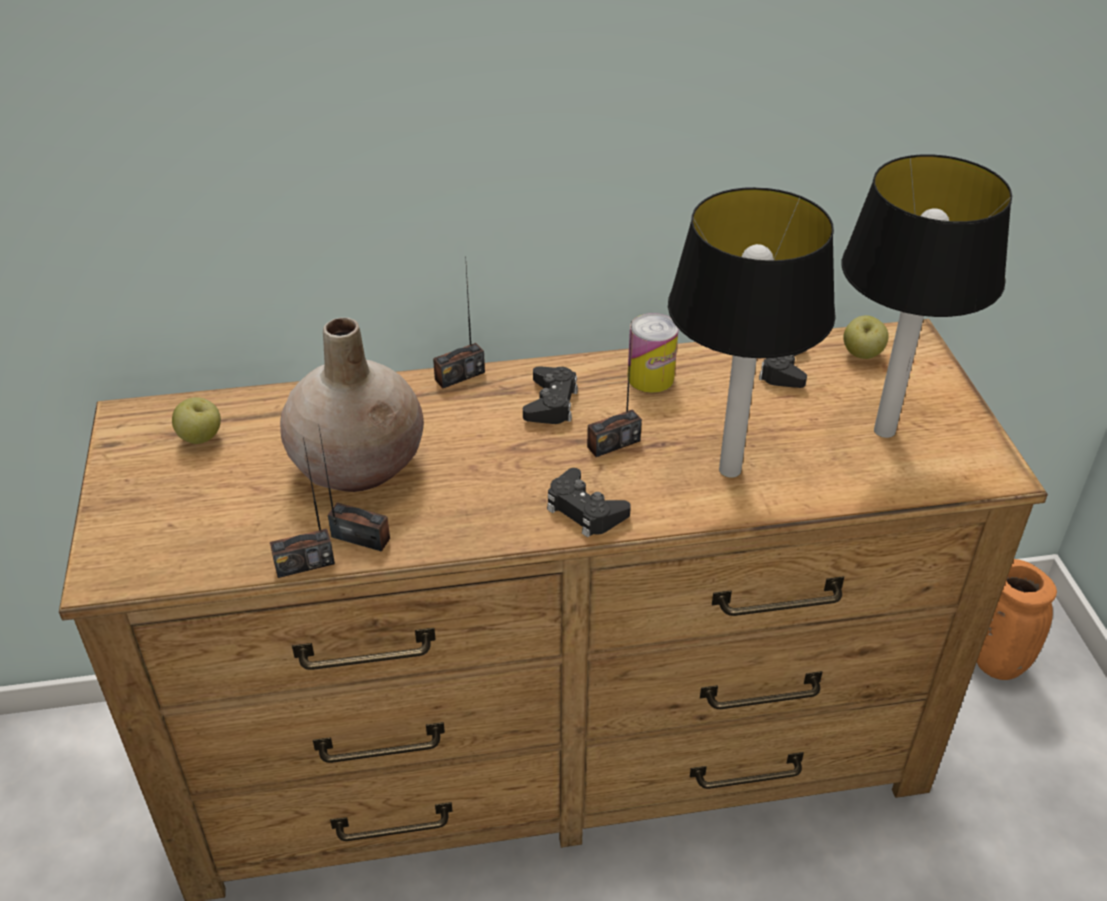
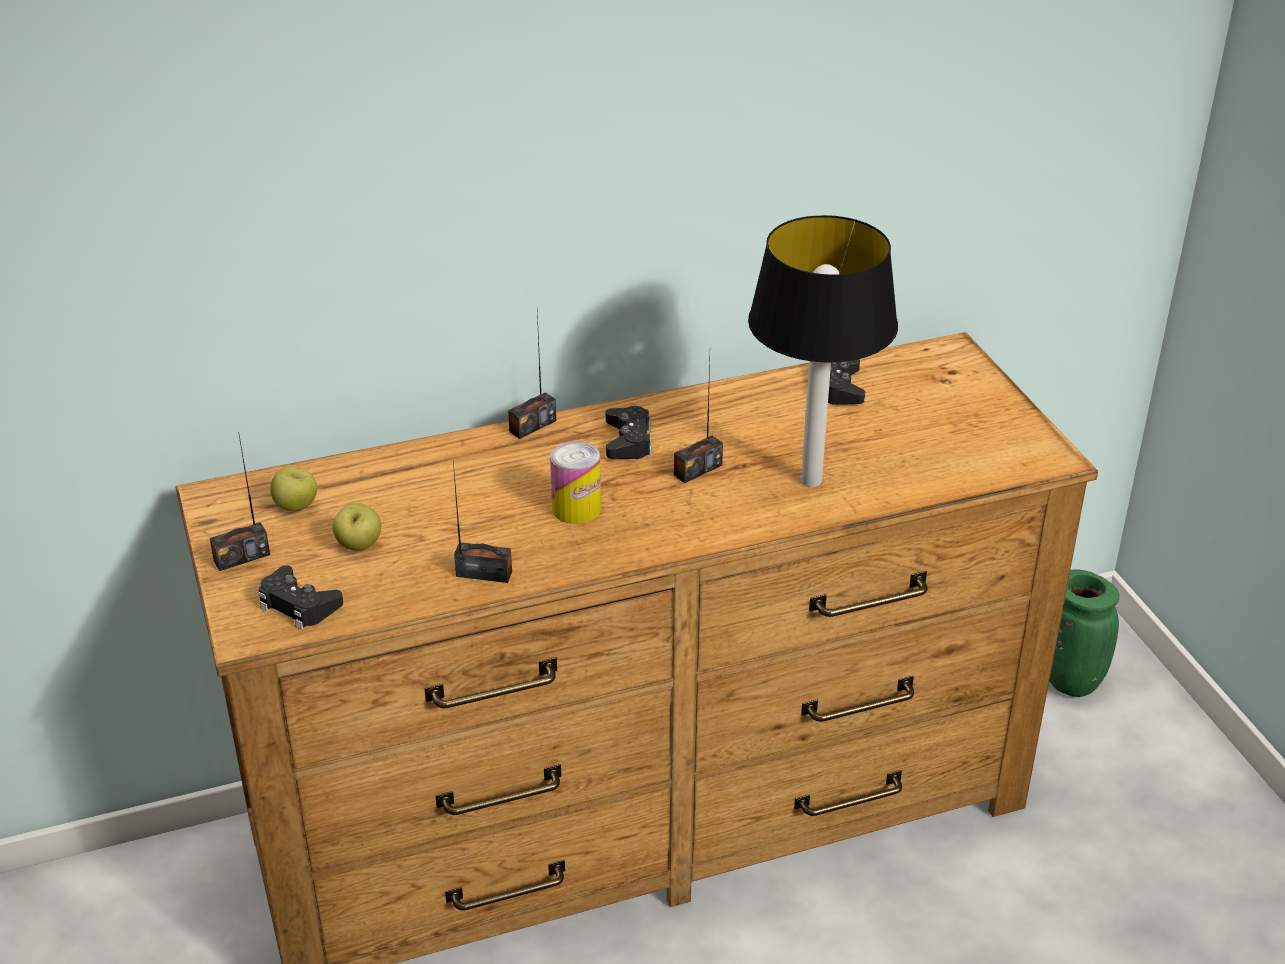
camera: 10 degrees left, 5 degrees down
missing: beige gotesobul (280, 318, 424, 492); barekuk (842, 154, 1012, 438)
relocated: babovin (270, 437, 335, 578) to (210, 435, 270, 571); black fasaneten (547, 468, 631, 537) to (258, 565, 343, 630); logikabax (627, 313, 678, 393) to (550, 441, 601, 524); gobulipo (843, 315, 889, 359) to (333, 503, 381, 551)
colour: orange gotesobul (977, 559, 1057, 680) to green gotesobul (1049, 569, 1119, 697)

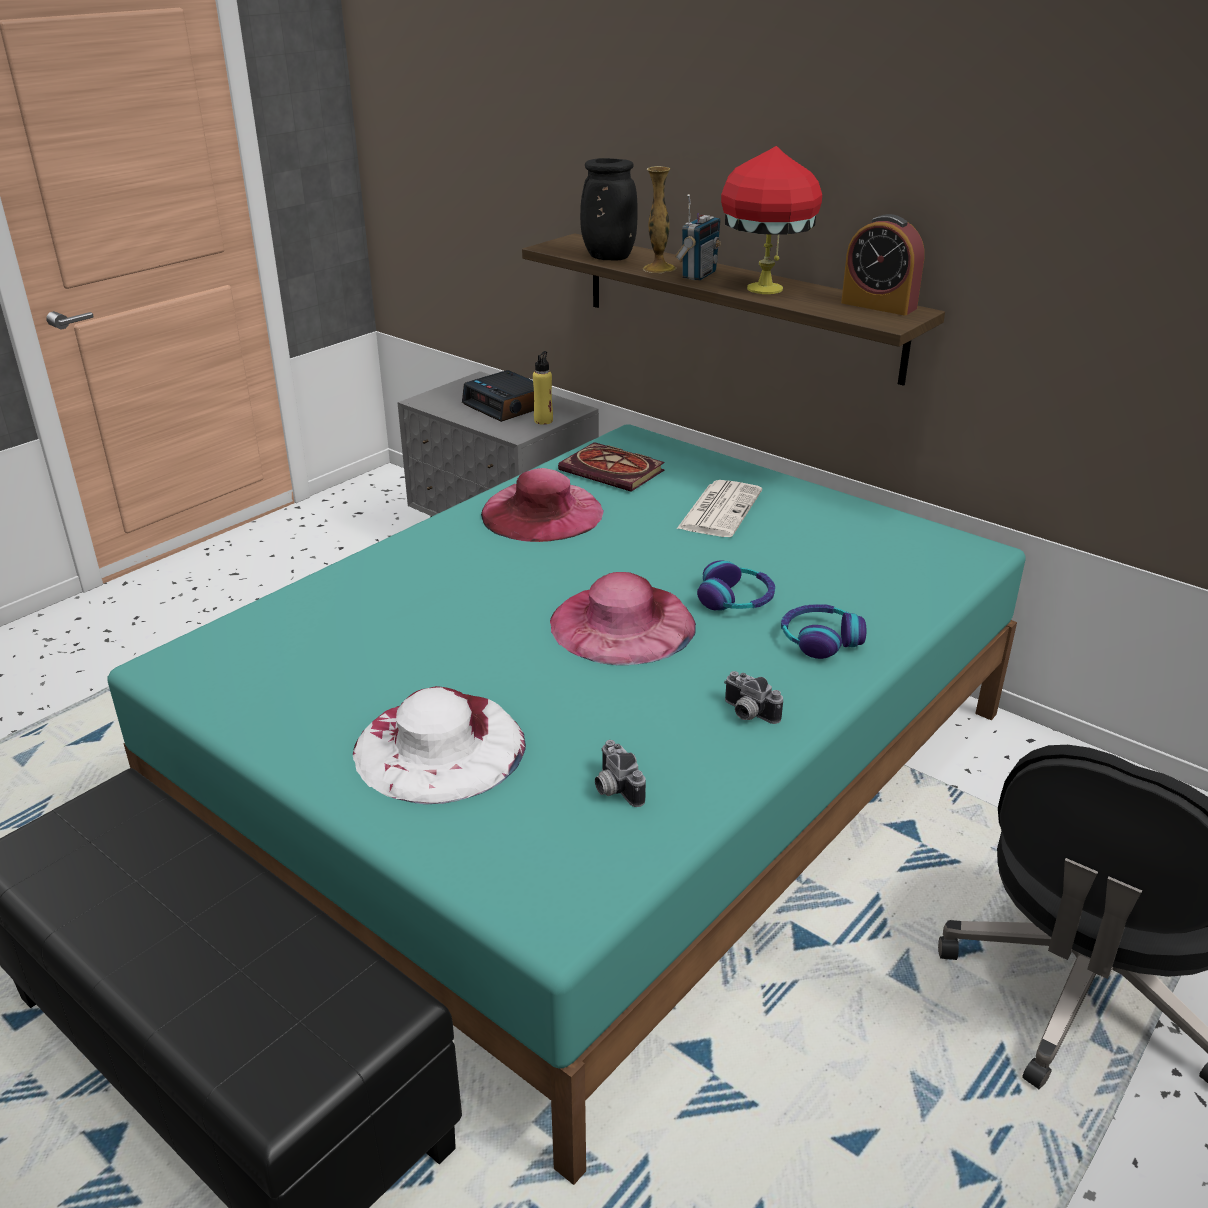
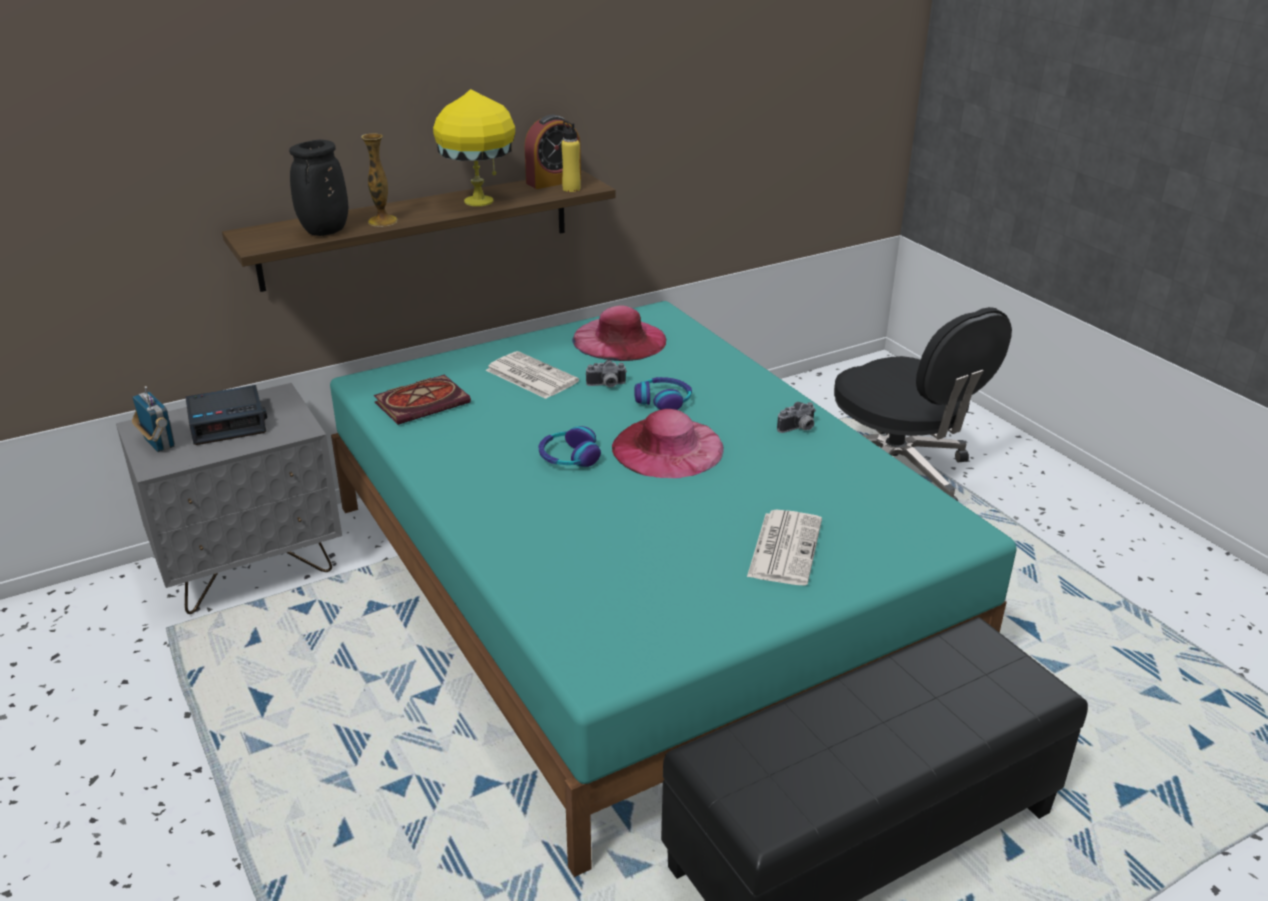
camera: 70 degrees left, 0 degrees up
relocated: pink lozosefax (481, 468, 604, 542) to (572, 305, 666, 361); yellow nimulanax (533, 351, 553, 425) to (561, 121, 581, 192); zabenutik (595, 740, 646, 807) to (586, 360, 627, 387); babovin (675, 194, 721, 280) to (132, 386, 175, 452); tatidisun (781, 604, 866, 659) to (538, 426, 601, 467)
exchanged: white lozosefax (353, 686, 526, 804) to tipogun (747, 509, 822, 585)
colour: red barekuk (721, 146, 822, 294) to yellow barekuk (433, 89, 515, 206)

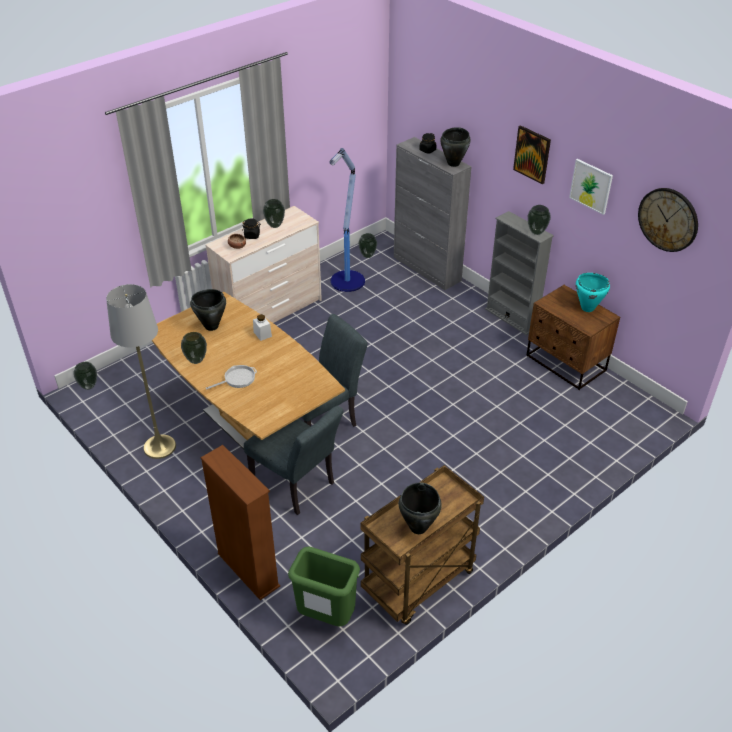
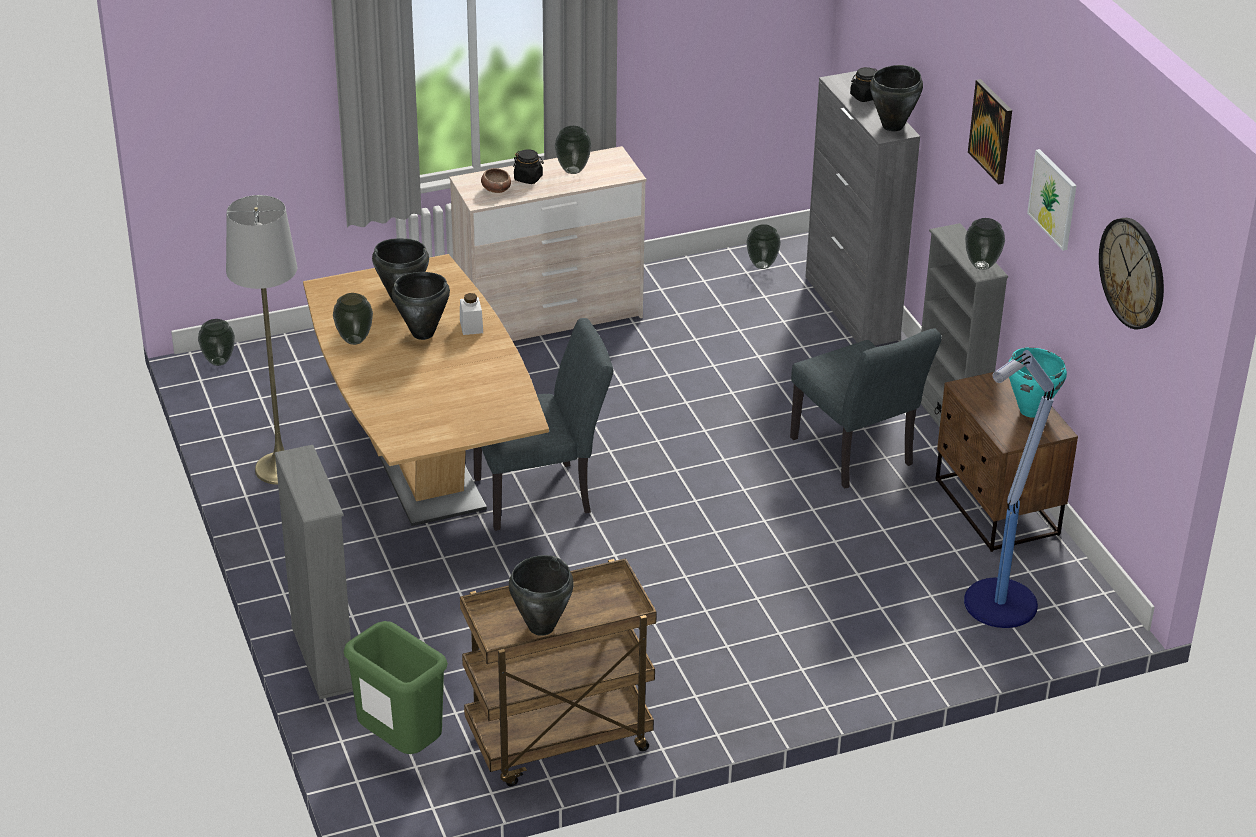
camera: 20 degrees right, 5 degrees down
missing: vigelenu (206, 365, 257, 390)
appeared: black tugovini (392, 272, 450, 340)
relocated: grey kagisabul (244, 405, 344, 515) to (790, 328, 942, 488); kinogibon (329, 148, 365, 292) to (964, 350, 1054, 628)
colour: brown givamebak (200, 445, 280, 600) to grey givamebak (275, 445, 353, 699)

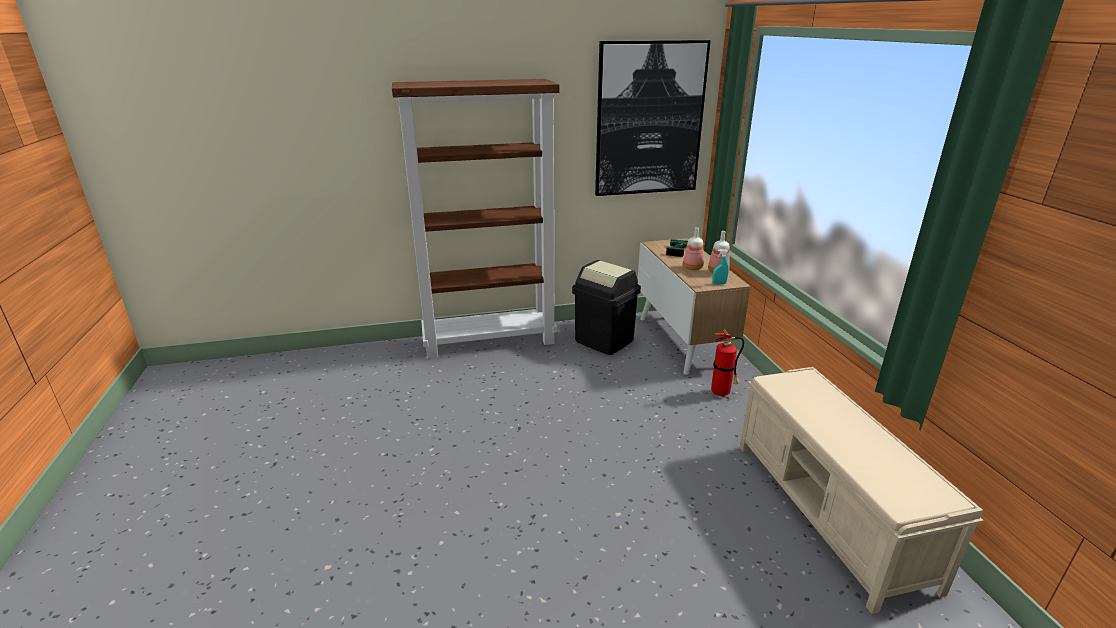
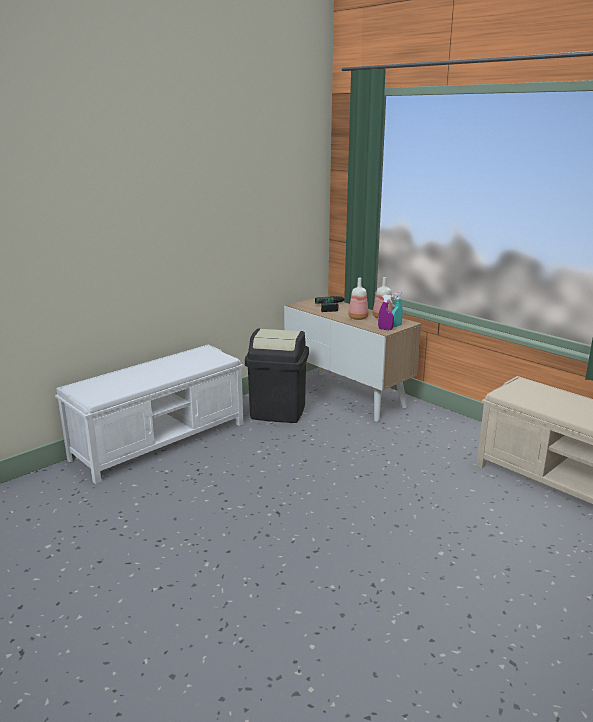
camera: 30 degrees left, 5 degrees down
missing: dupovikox (595, 40, 711, 196); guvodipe (711, 329, 744, 397)
appeared: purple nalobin (378, 295, 394, 330)
exchanged: brown givamebak (392, 79, 559, 359) to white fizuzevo (55, 345, 244, 484)

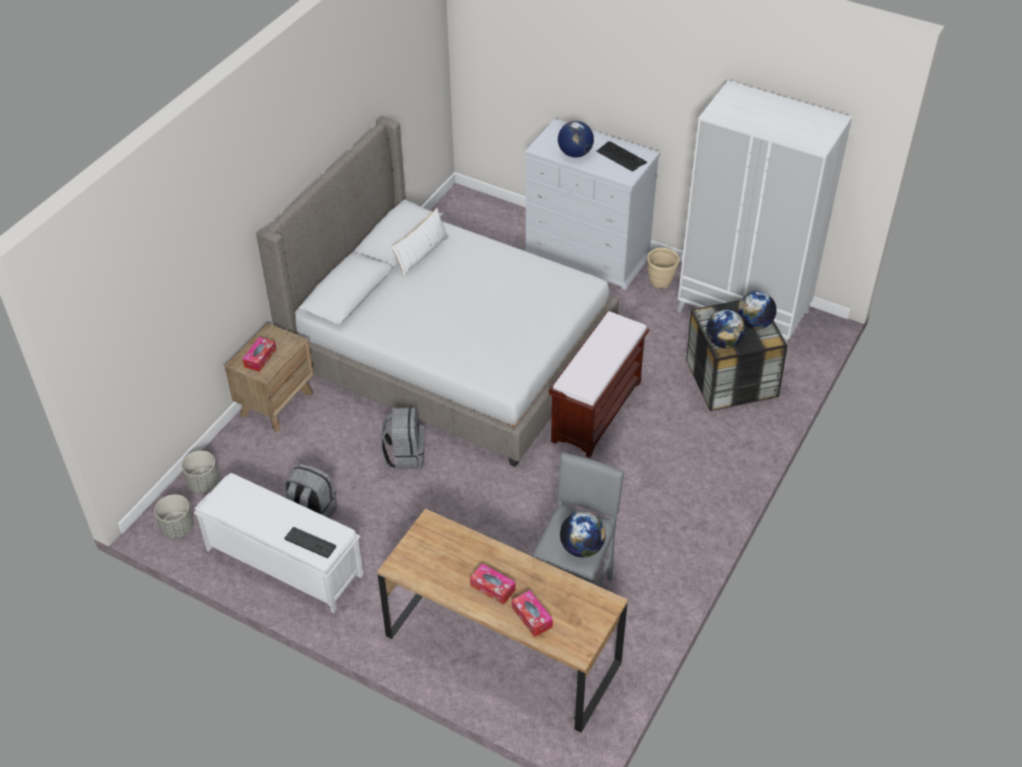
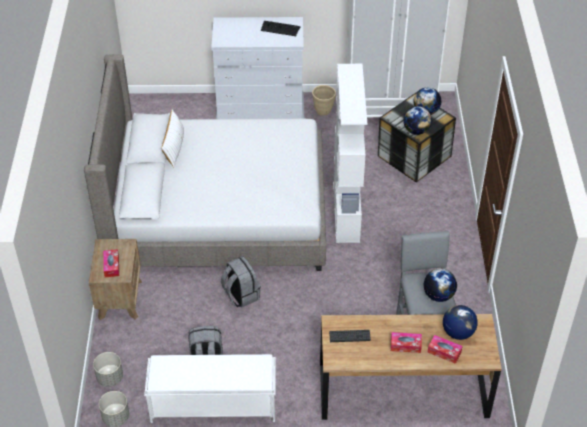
camera: 30 degrees left, 0 degrees up
relocated: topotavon (285, 527, 336, 558) to (329, 330, 371, 342); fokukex (558, 121, 594, 158) to (443, 305, 478, 340)
exchanged: brown fizuzevo (549, 311, 649, 458) to white givamebak (333, 64, 367, 243)

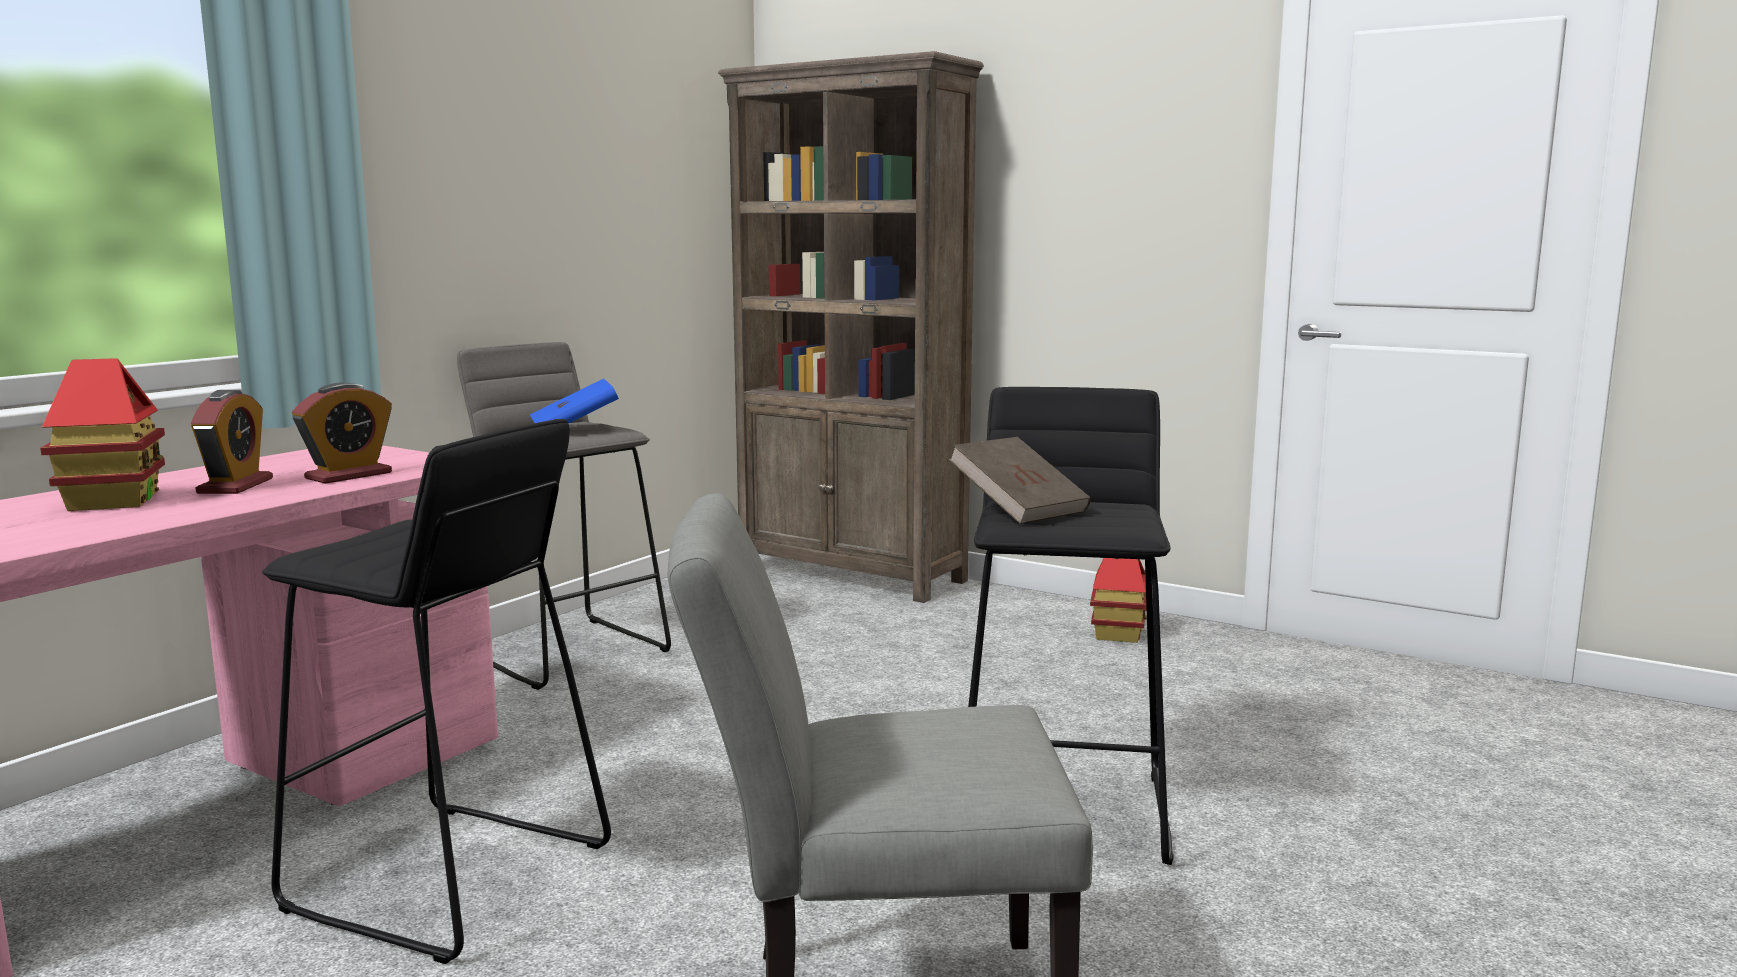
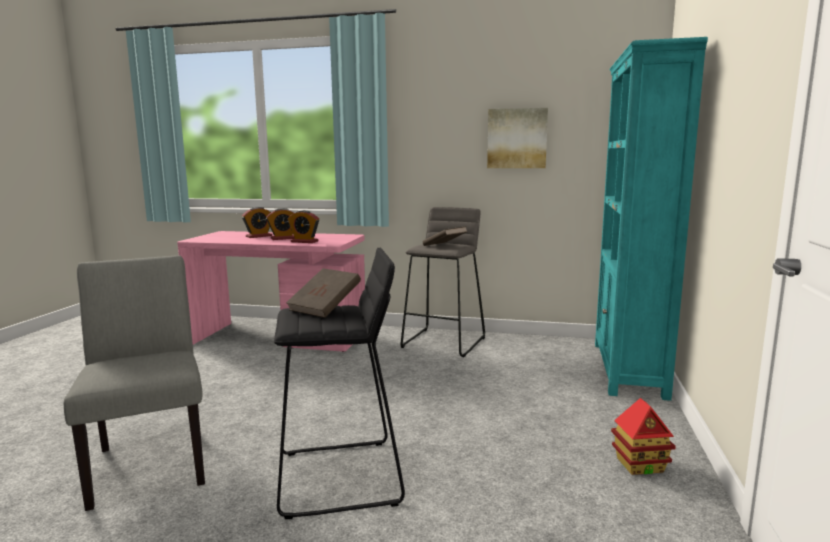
camera: 70 degrees right, 0 degrees up
missing: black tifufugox (262, 419, 611, 964)
appeared: dupovikox (487, 108, 548, 168)
exchanged: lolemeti (40, 358, 165, 511) to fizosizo (242, 207, 272, 238)
colour: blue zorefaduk (530, 379, 619, 424) to brown zorefaduk (423, 226, 467, 246); brown givamebak (718, 51, 984, 603) to turquoise givamebak (595, 37, 708, 401)

